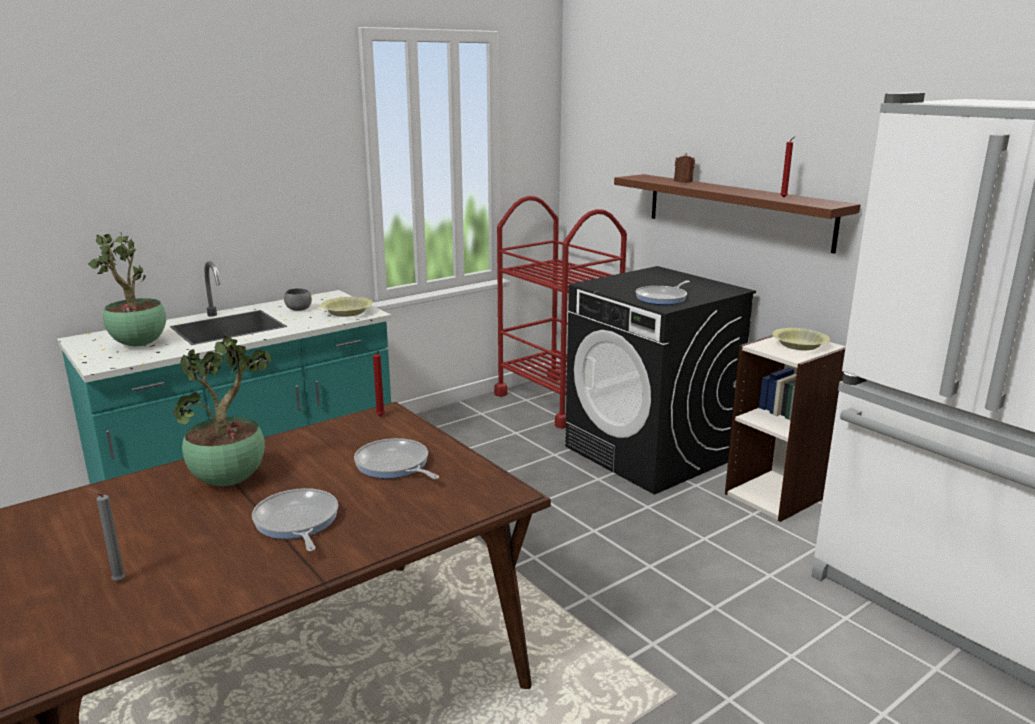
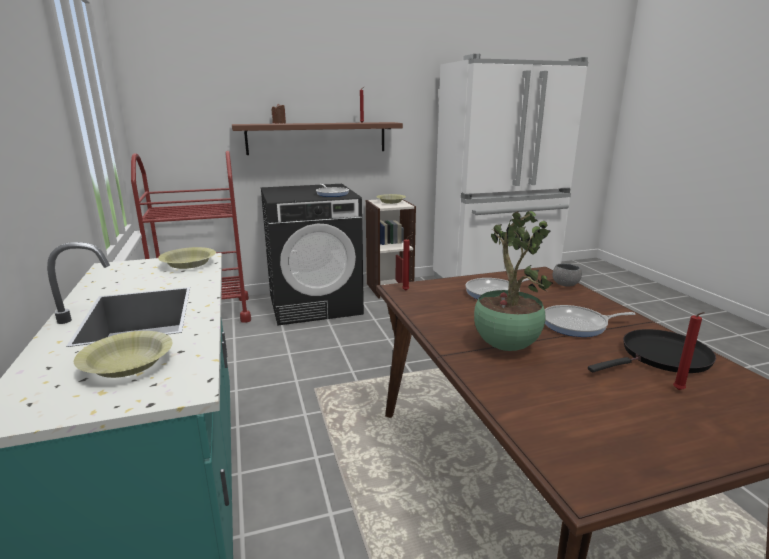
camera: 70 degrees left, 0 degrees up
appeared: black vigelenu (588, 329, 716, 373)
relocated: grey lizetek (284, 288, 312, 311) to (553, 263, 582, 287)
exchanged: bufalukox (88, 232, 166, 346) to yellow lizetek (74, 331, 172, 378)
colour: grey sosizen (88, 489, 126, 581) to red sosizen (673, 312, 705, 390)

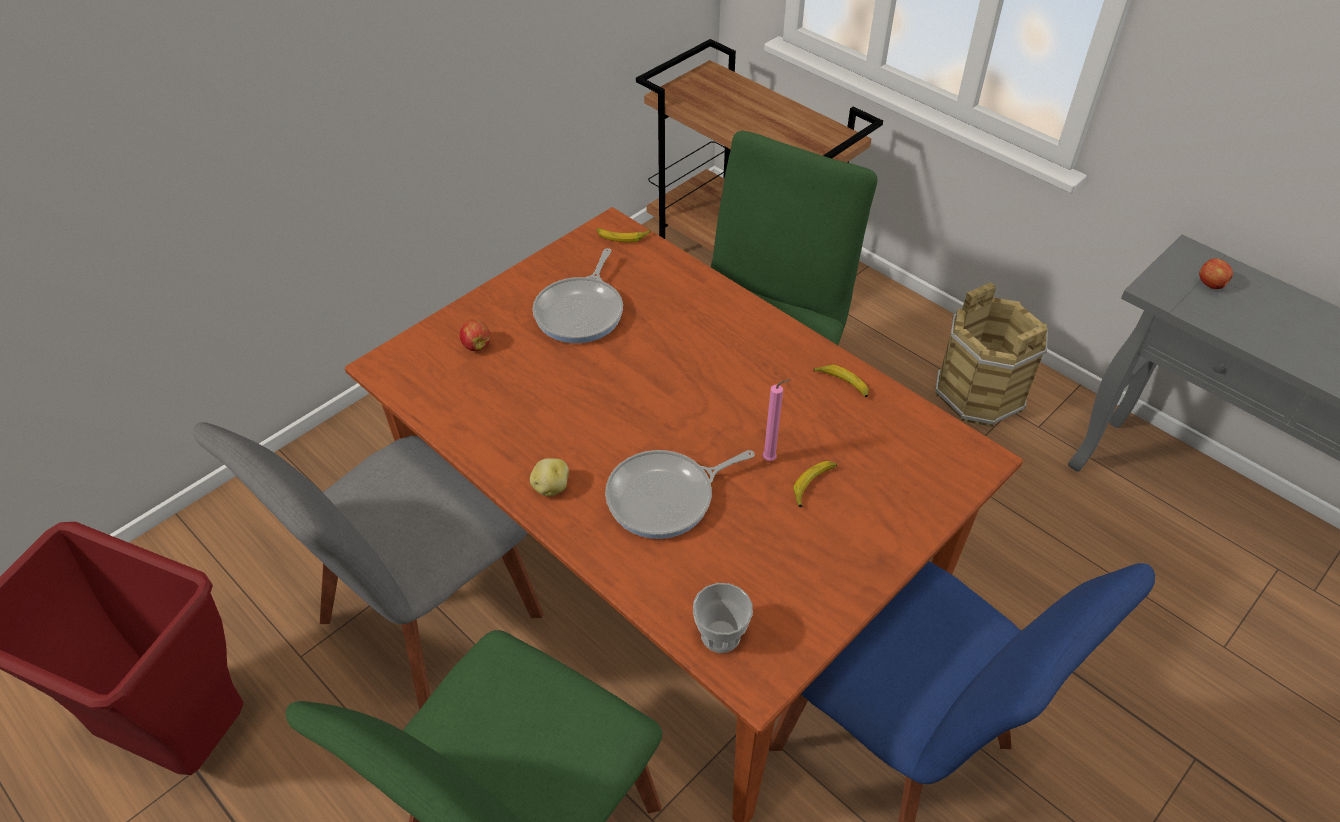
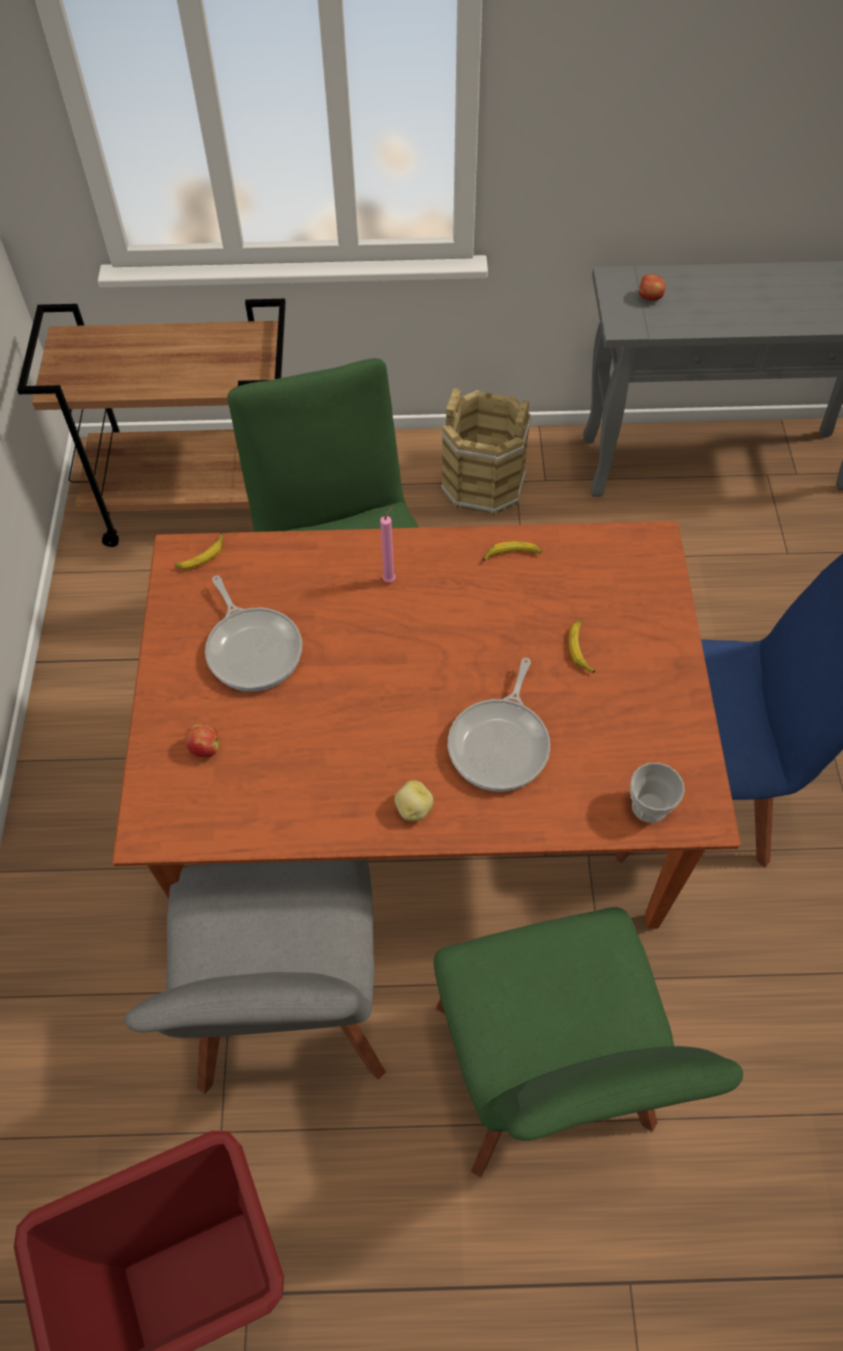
camera: 45 degrees left, 10 degrees up
relocated: pink sosizen (762, 379, 791, 461) to (380, 506, 395, 582)

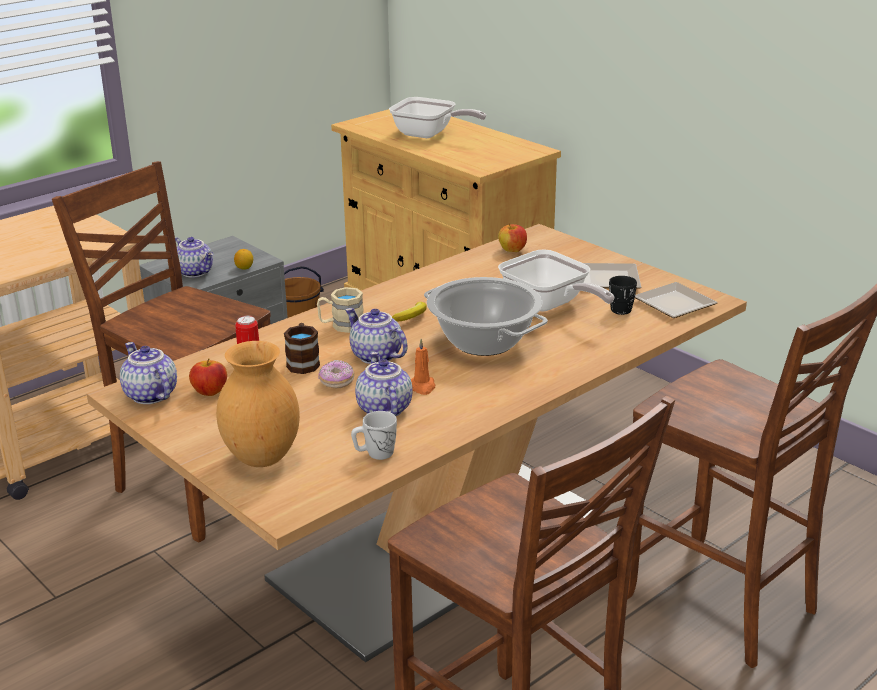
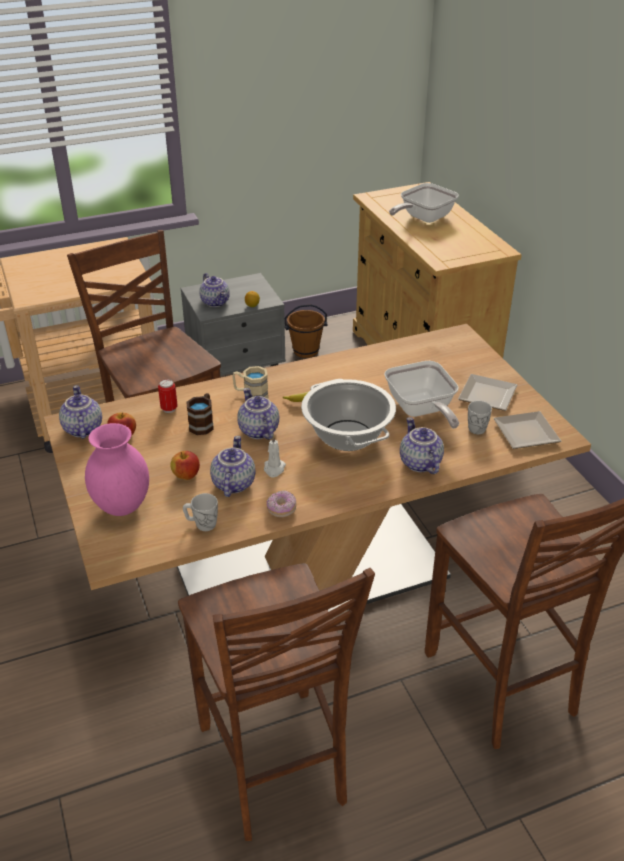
camera: 20 degrees right, 10 degrees up
appeared: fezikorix (400, 417, 444, 474)
relocated: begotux (318, 360, 354, 388) to (266, 490, 296, 518); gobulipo (498, 223, 527, 252) to (170, 451, 200, 480)
colour: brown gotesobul (216, 341, 300, 467) to pink gotesobul (85, 423, 149, 516); orange sosizen (411, 339, 435, 395) to white sosizen (264, 435, 286, 478); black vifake (609, 276, 637, 315) to white vifake (468, 401, 492, 434)
spun: vigelenu (389, 97, 486, 138) = (389, 183, 459, 223) 90 degrees clockwise

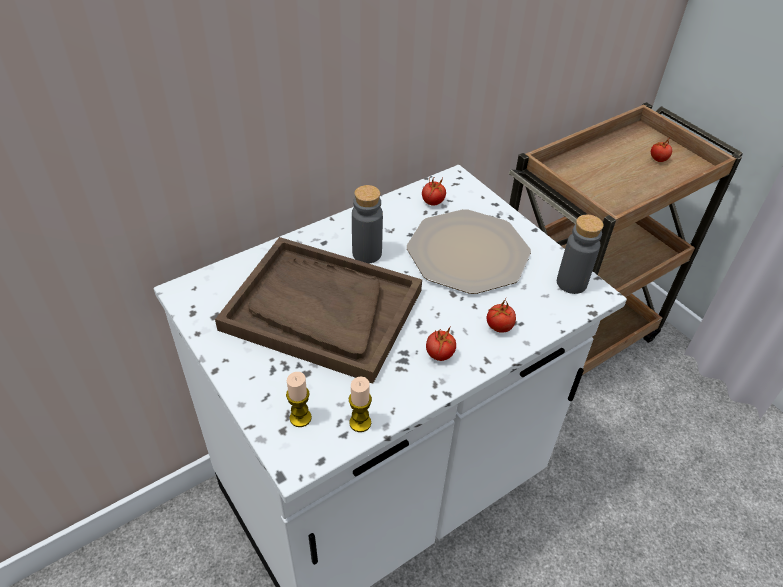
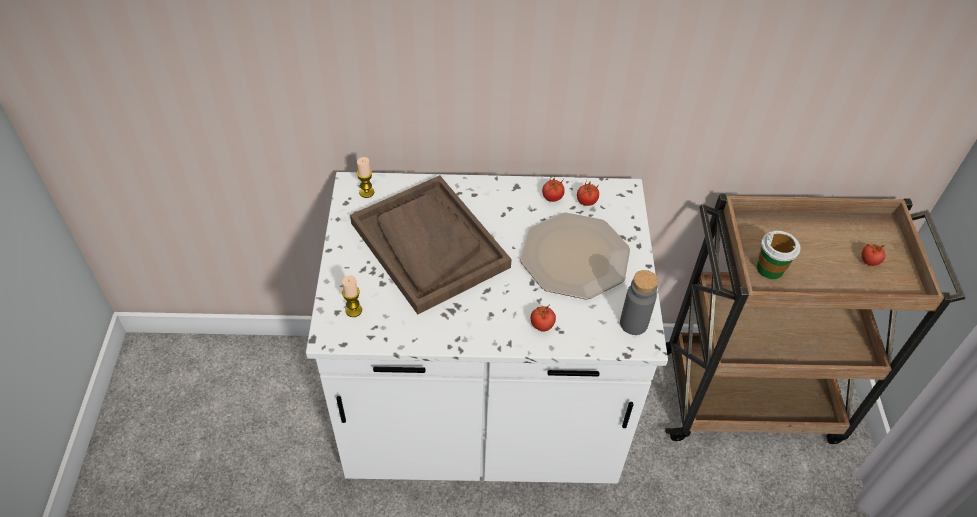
camera: 35 degrees right, 5 degrees up
missing: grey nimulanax (352, 185, 383, 264)
appeared: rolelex (757, 231, 801, 279)
relocated: sosizen (348, 377, 372, 432) to (357, 157, 374, 198); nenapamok (426, 325, 456, 361) to (542, 176, 565, 202)

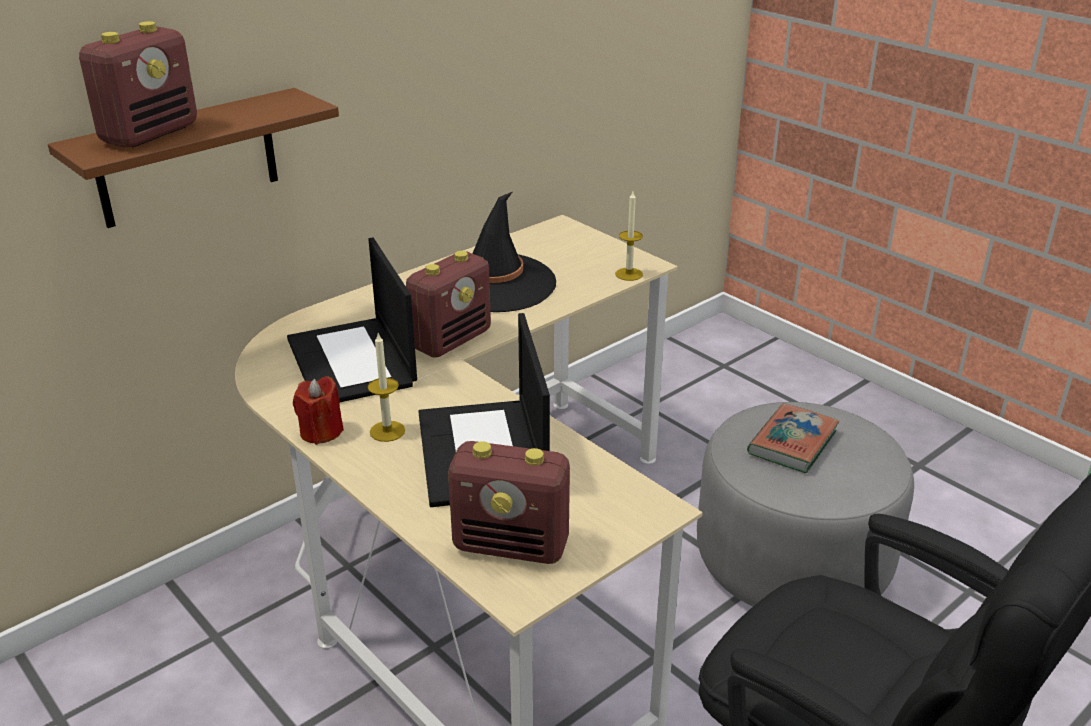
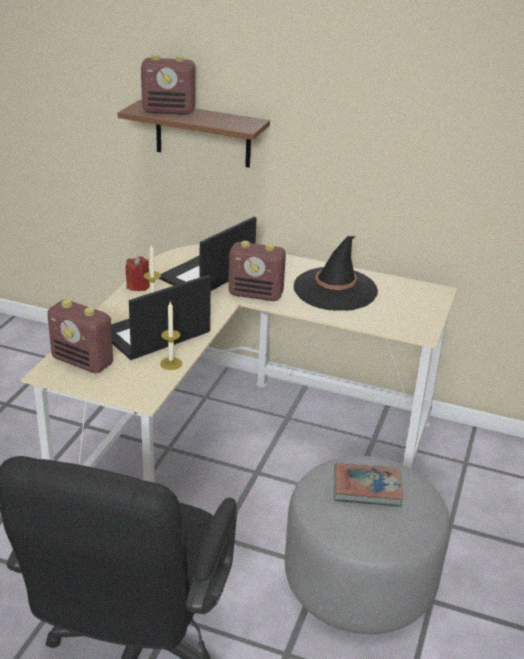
camera: 60 degrees right, 0 degrees up
relocated: sosizen (615, 192, 643, 281) to (160, 302, 182, 370)
spun: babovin (448, 441, 570, 564) = (47, 300, 113, 374) 45 degrees counterclockwise

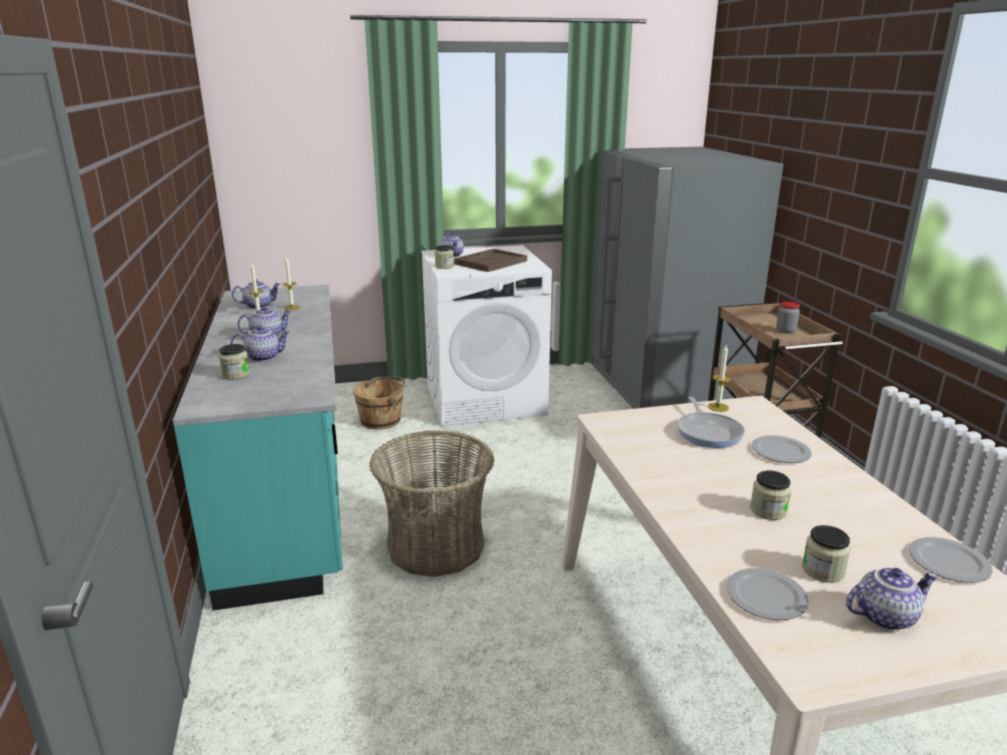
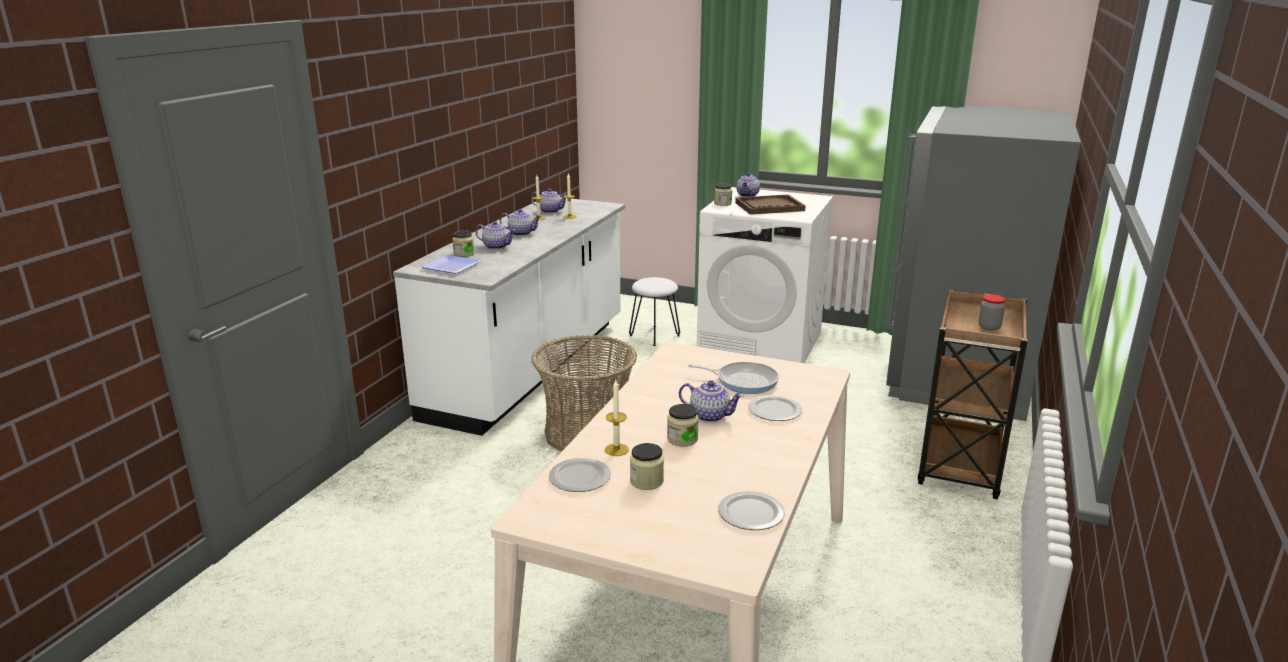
camera: 35 degrees right, 0 degrees up
appeared: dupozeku (421, 255, 481, 274)
relocated: sosizen (708, 345, 731, 412) to (605, 380, 629, 456); fezikorix (846, 567, 938, 630) to (679, 380, 743, 422)
exchanged: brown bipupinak (353, 376, 405, 430) to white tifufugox (629, 277, 680, 346)
colour: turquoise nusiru (173, 285, 343, 611) to white nusiru (393, 198, 625, 436)
spun: vigelenu (677, 397, 745, 448) = (688, 361, 779, 394) 105 degrees counterclockwise

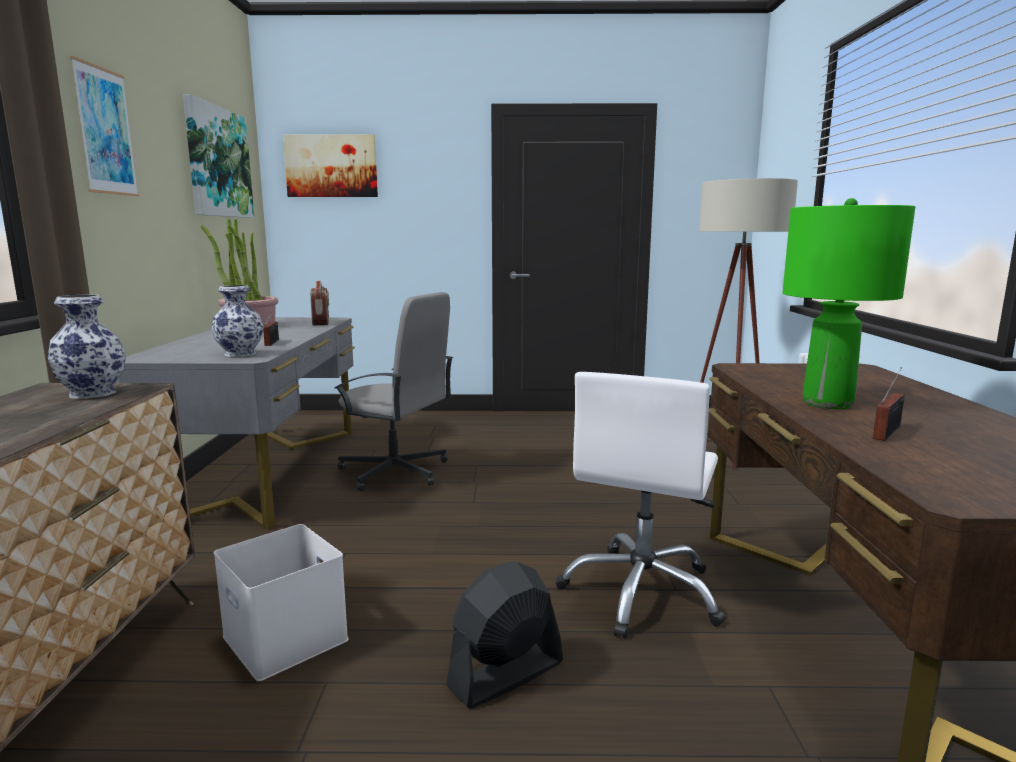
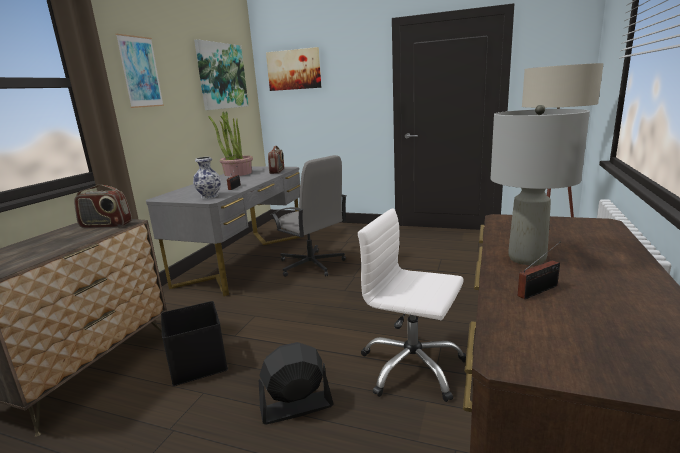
camera: 20 degrees right, 5 degrees up
exchanged: gotesobul (48, 294, 126, 399) to babovin (74, 185, 132, 229)
colour: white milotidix (214, 524, 349, 681) to black milotidix (161, 301, 228, 386); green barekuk (783, 198, 915, 409) to grey barekuk (490, 105, 590, 265)
spun: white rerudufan (556, 372, 725, 639) = (358, 208, 466, 402) 75 degrees clockwise

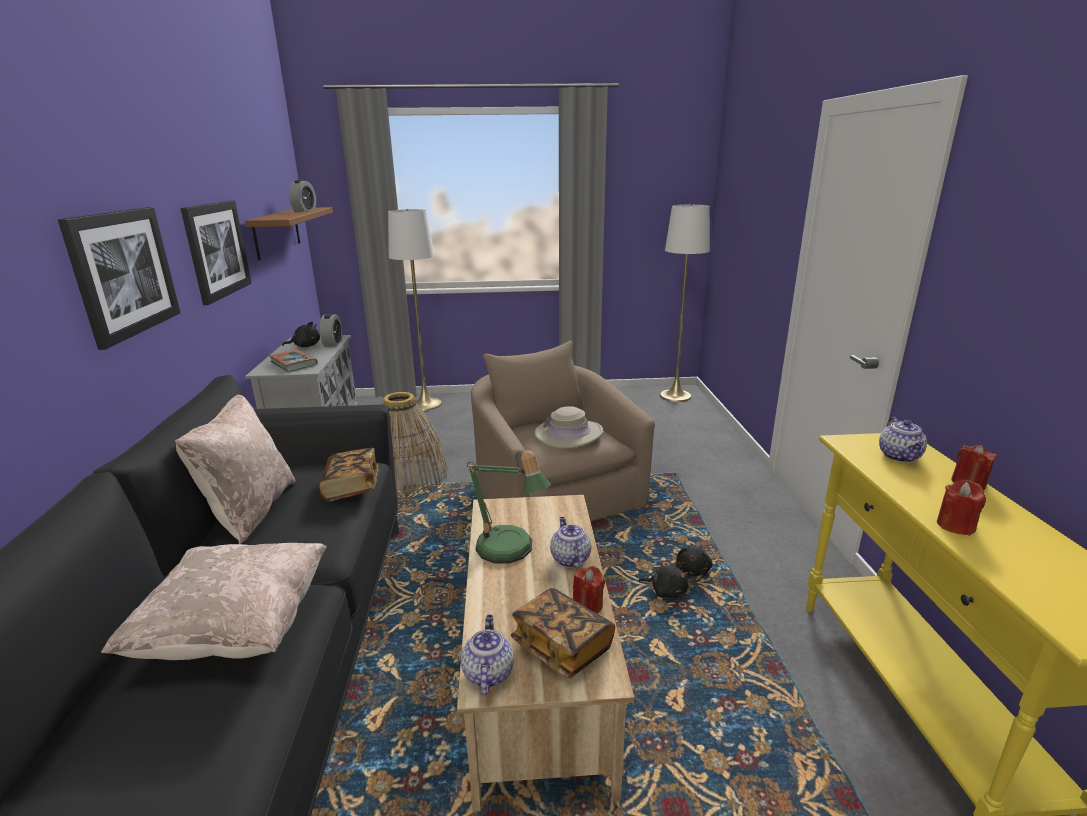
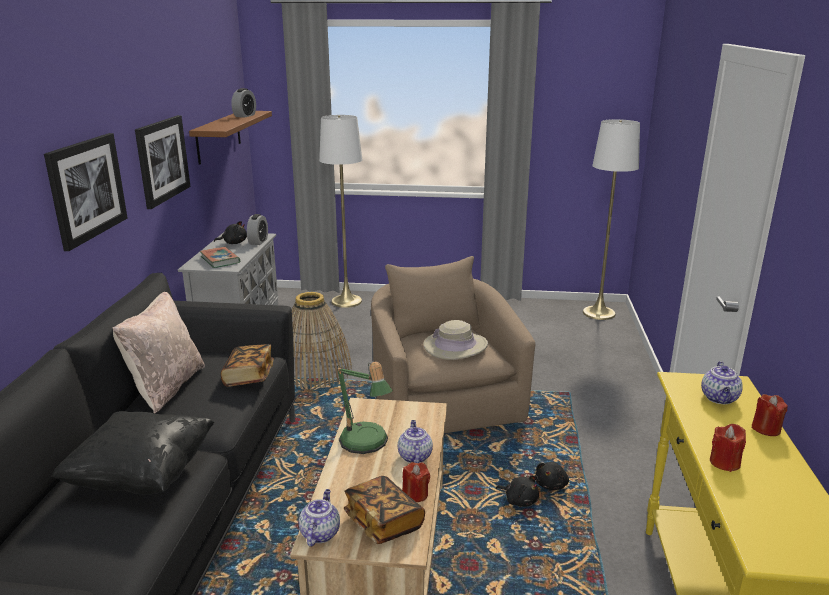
camera: 10 degrees right, 0 degrees up
colour: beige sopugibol (101, 543, 326, 660) to black sopugibol (50, 411, 214, 495)

